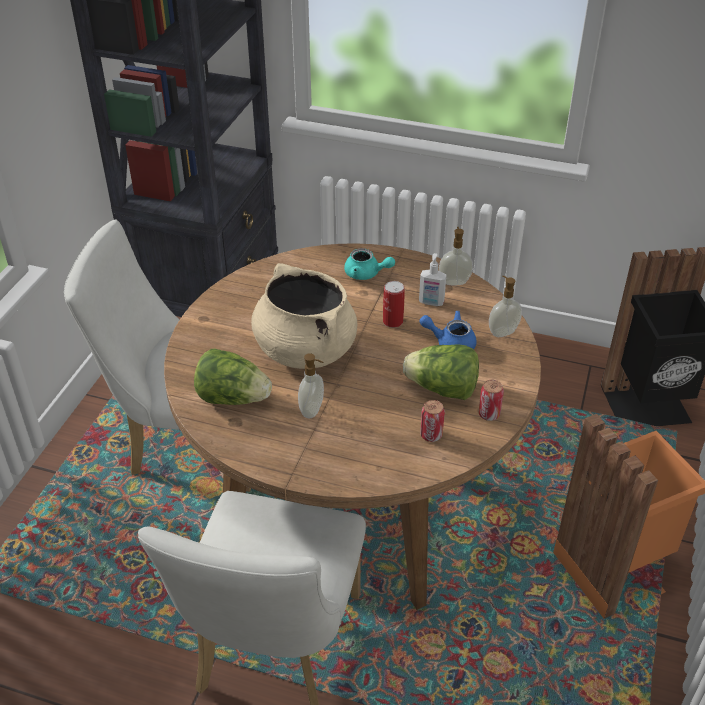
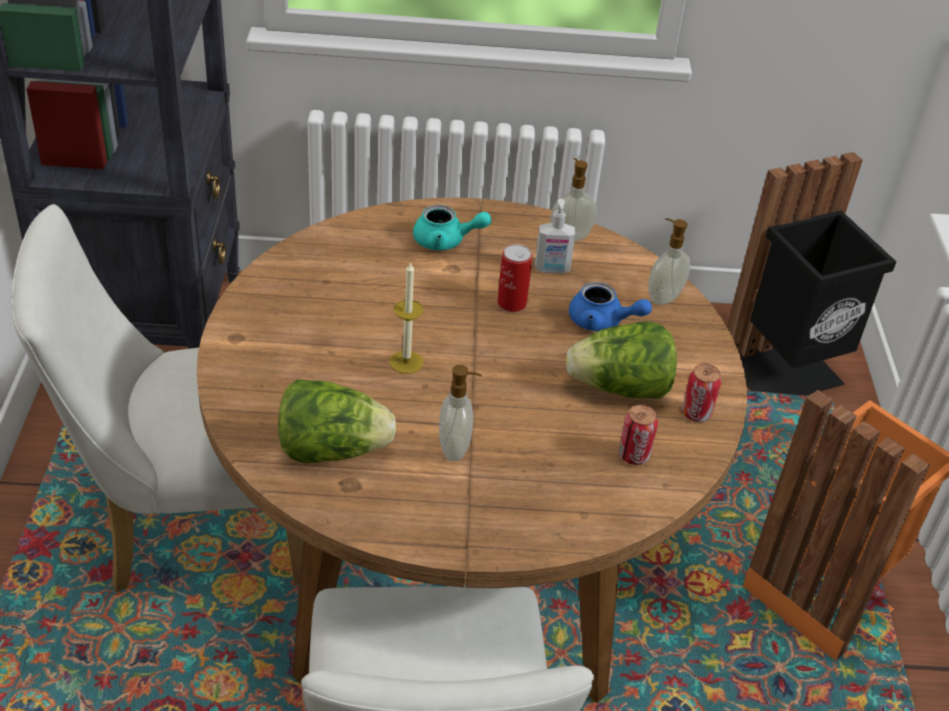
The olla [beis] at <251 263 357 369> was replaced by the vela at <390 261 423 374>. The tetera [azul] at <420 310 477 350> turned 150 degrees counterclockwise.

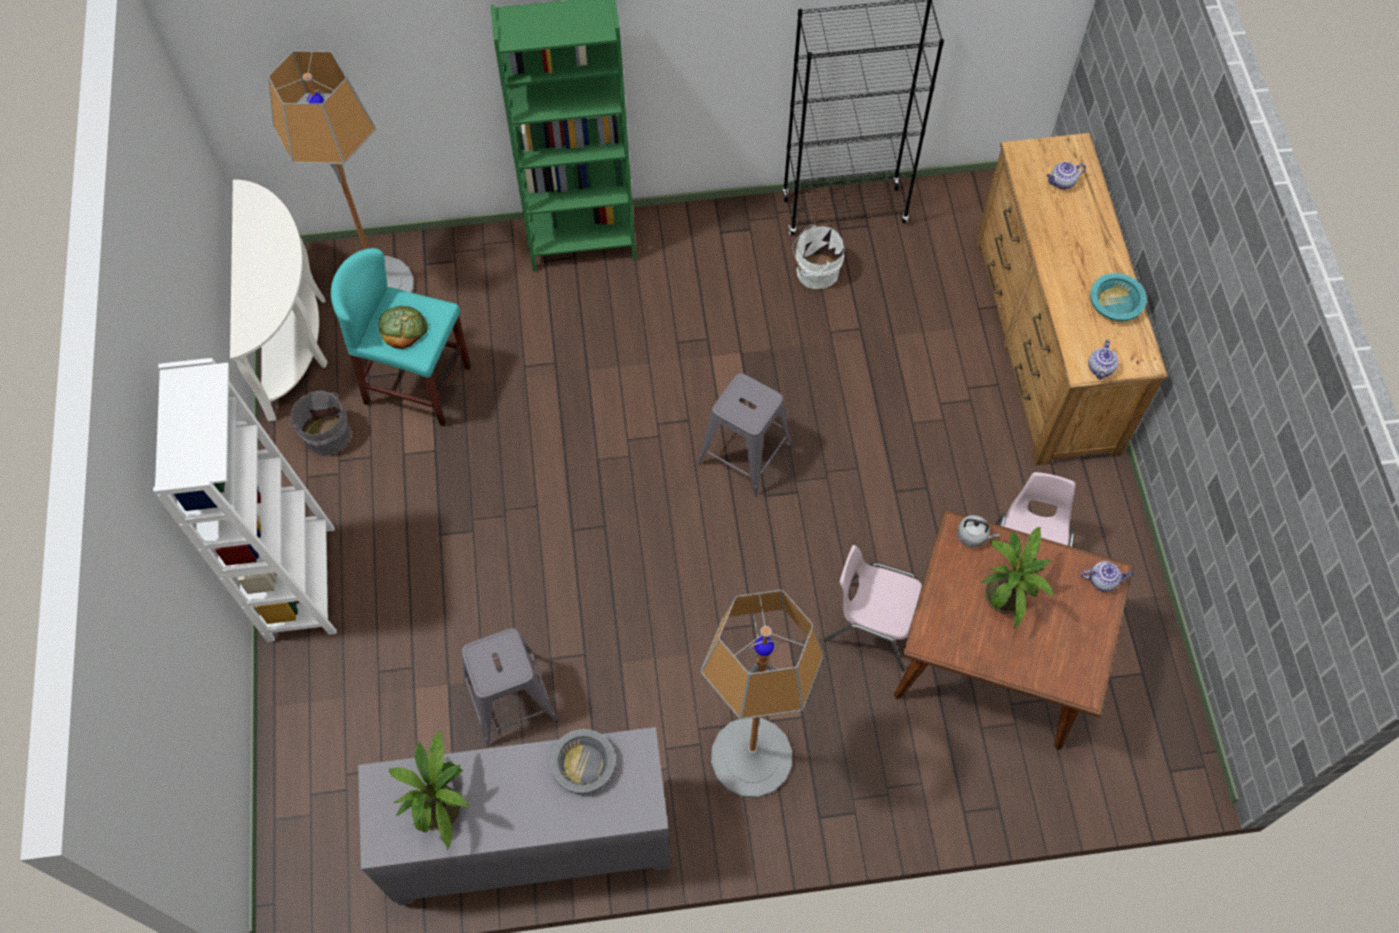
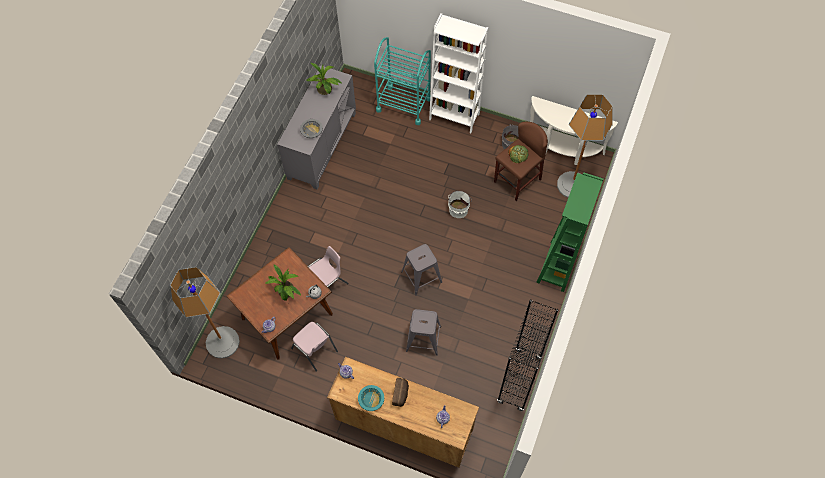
The carrito [turquesa] at <374 37 431 125> appeared. The pan at <392 378 409 407> appeared. The taburete [gris] moved from <461 628 559 747> to <406 309 441 356>. The lámpara de pie moved from <701 590 824 798> to <170 267 240 359>. The cubo [blanco] moved from <792 224 845 289> to <448 191 472 218>. The taburete [turquesa] at <331 248 471 426> became the taburete [marrón] at <494 122 548 201>.

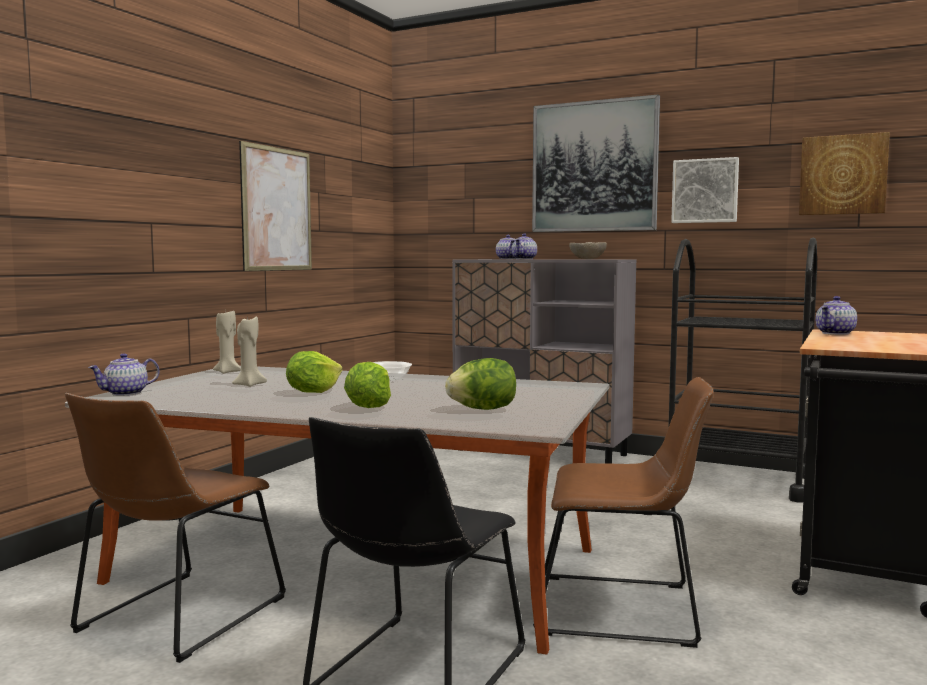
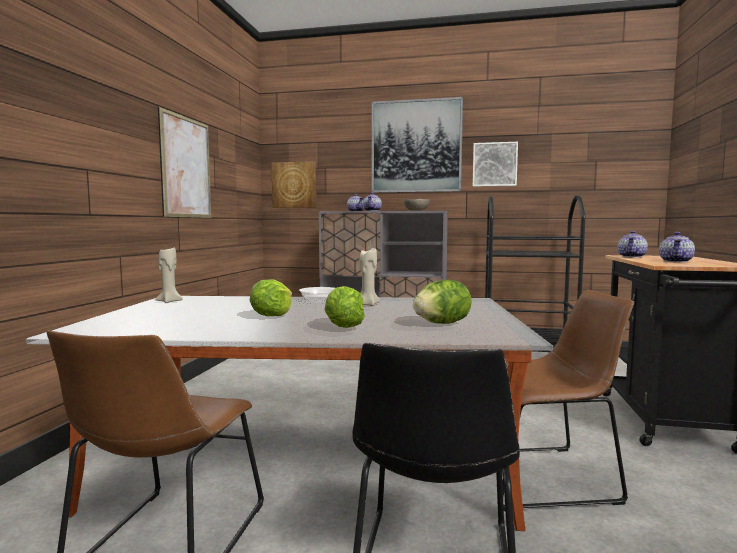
The tetera moved from <88 353 160 396> to <659 232 695 262>. The vela [beis] moved from <232 316 267 387> to <360 248 380 306>. The cuadro moved from <799 132 890 215> to <271 161 316 208>.

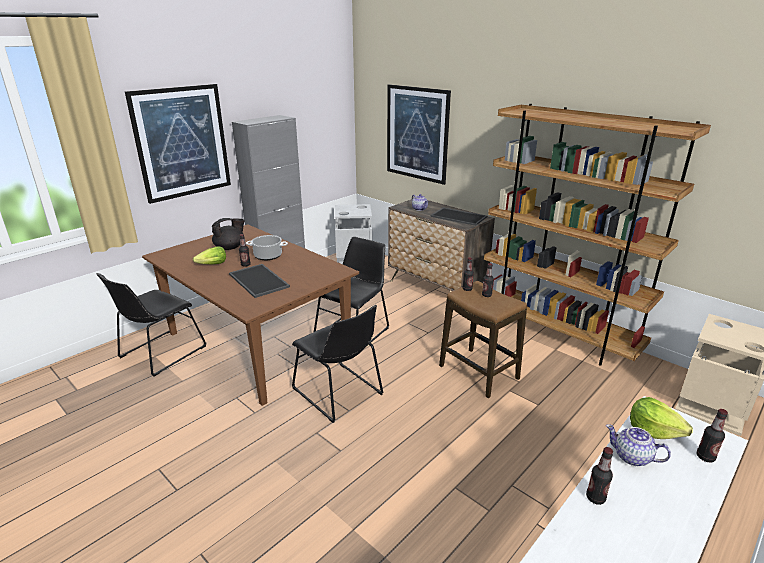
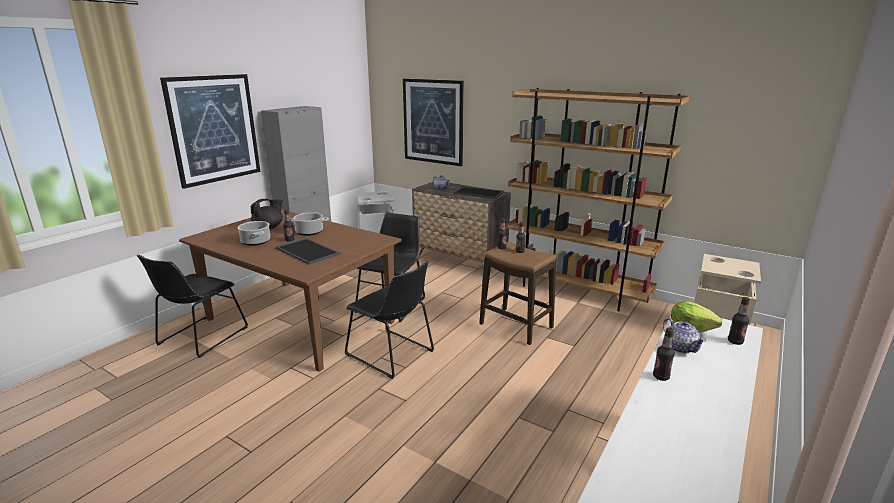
The lechuga at <193 246 226 264> was replaced by the olla at <238 221 270 246>. The tetera at <606 424 671 466> turned 135 degrees counterclockwise.

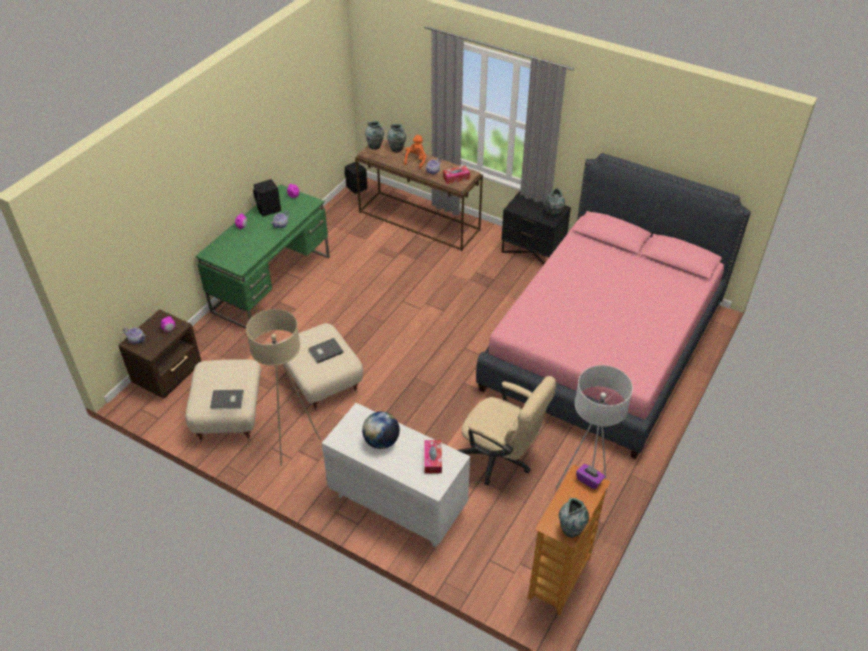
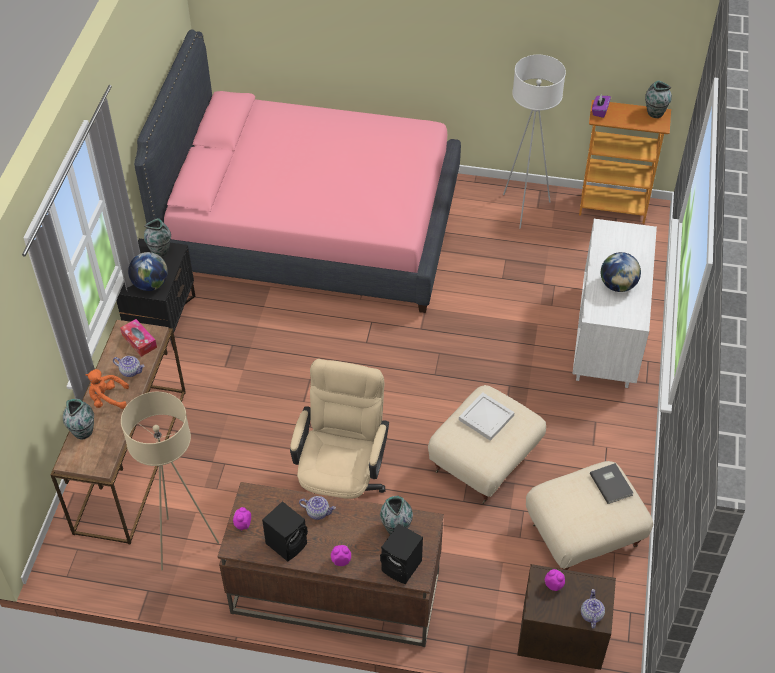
The caja de pañuelos at <425 440 442 473> disappeared. The globo terráqueo at <128 252 168 291> appeared. The lámpara de pie [beis] moved from <246 309 320 466> to <121 392 219 570>. The altavoz [negro] moved from <344 162 368 194> to <380 524 423 584>. The florero moved from <365 121 384 150> to <380 496 413 535>. The silla de oficina [beis] moved from <458 376 556 486> to <290 359 389 499>. The libro [gris] at <308 338 344 364> was replaced by the bandeja [blanco] at <459 393 515 441>. The escritorio [verde] at <196 184 330 329> became the escritorio [marrón] at <217 482 444 647>.

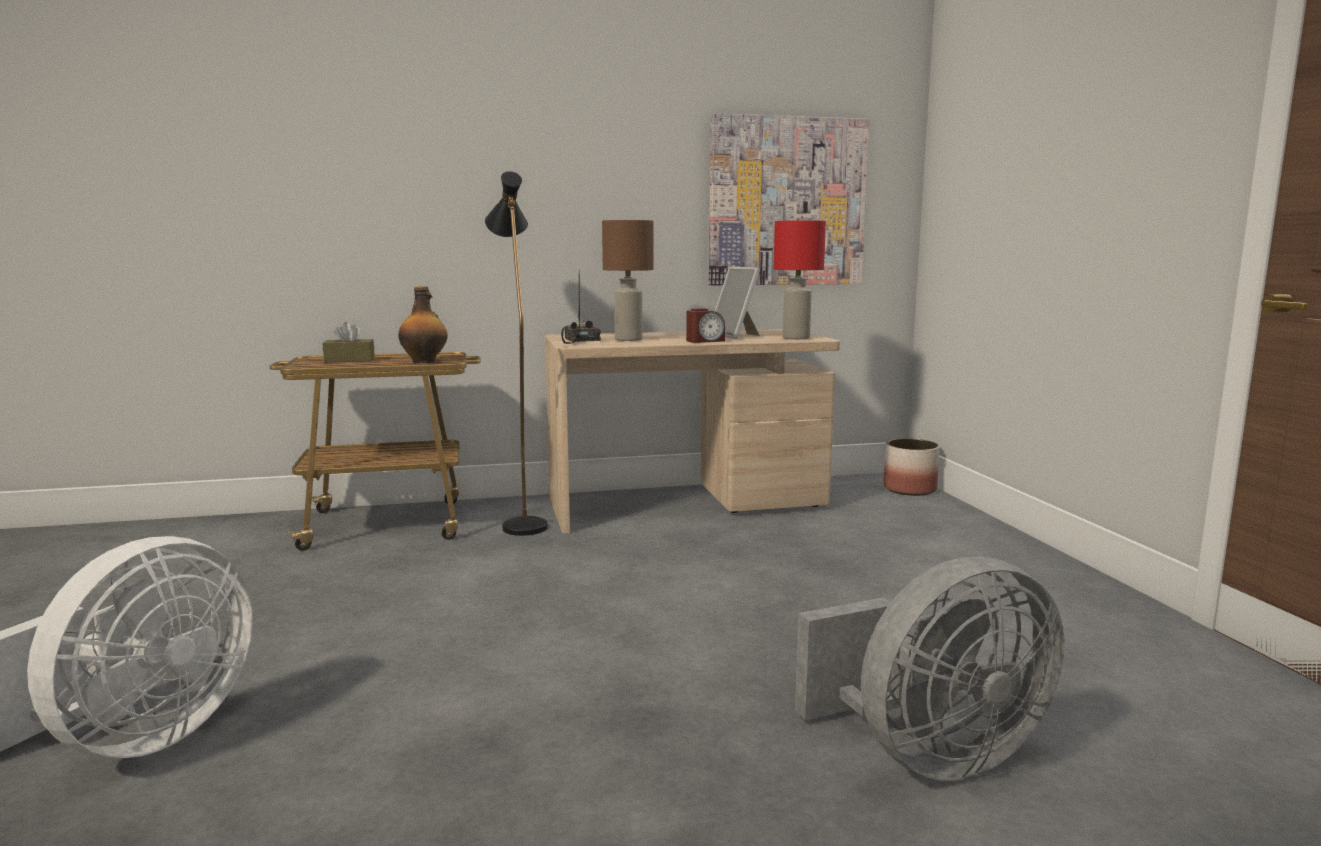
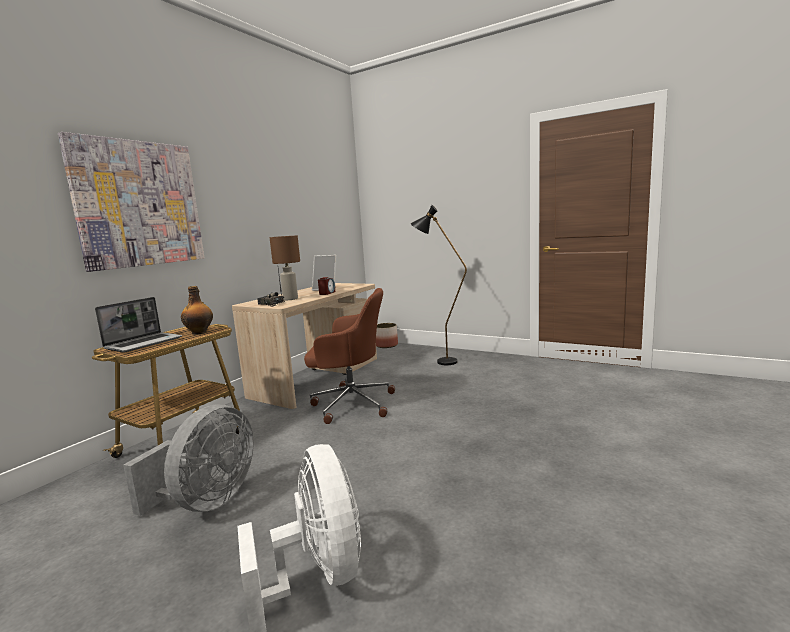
The lámpara de mesa [rojo] at <774 220 826 339> disappeared. The silla de oficina [marrón] at <304 288 395 424> appeared. The lámpara de pie [negro] moved from <485 171 548 536> to <411 205 467 365>. The cuadro moved from <709 113 870 285> to <58 132 204 272>. The ventilador [gris] moved from <795 556 1065 781> to <123 404 254 516>. The caja de pañuelos [marrón] at <323 322 375 363> was replaced by the portátil at <95 297 182 352>.

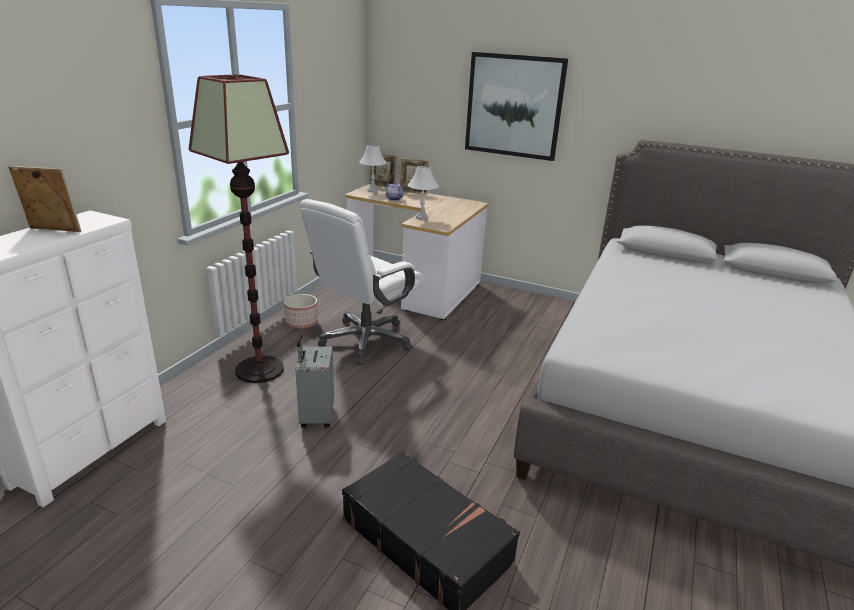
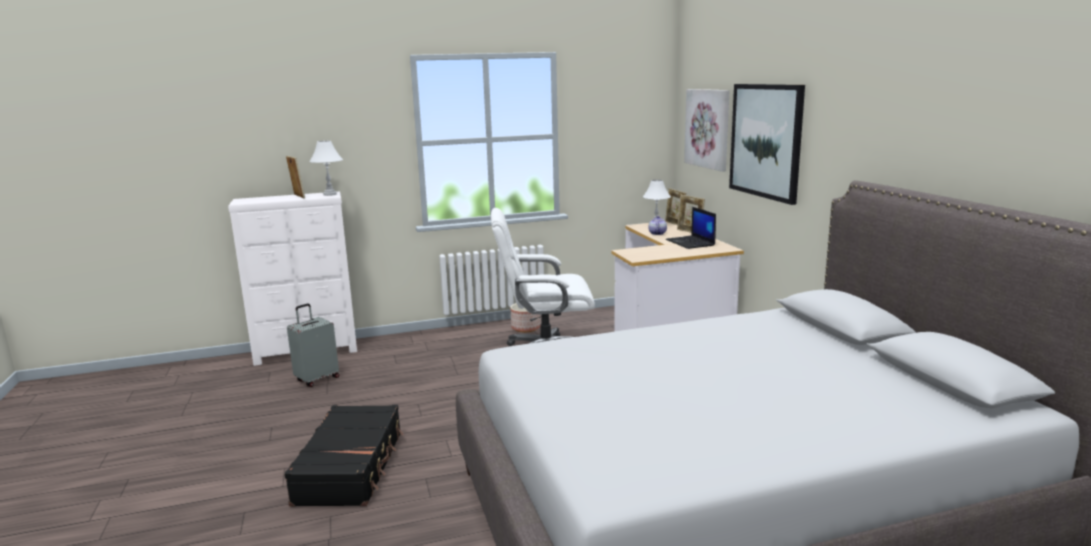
The lámpara de pie at <189 74 289 383> disappeared. The portátil at <666 207 716 249> appeared. The cuadro at <684 89 730 172> appeared. The maleta [gris] moved from <295 334 334 428> to <287 303 339 387>. The lámpara de mesa [blanco] moved from <408 166 439 220> to <309 141 343 196>.

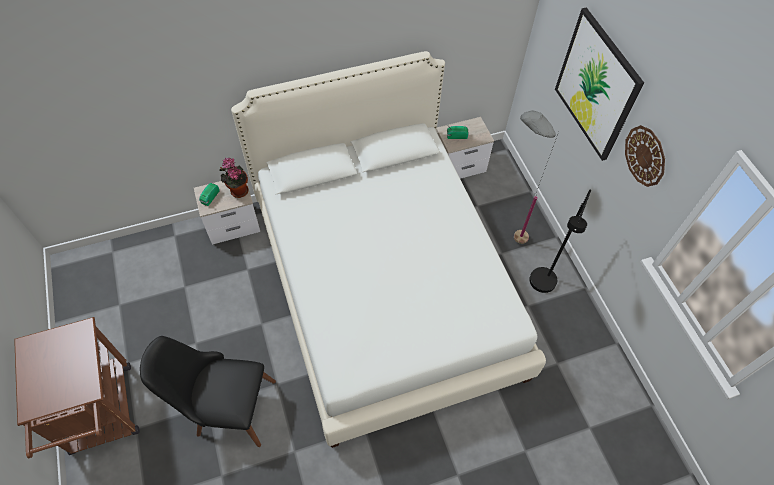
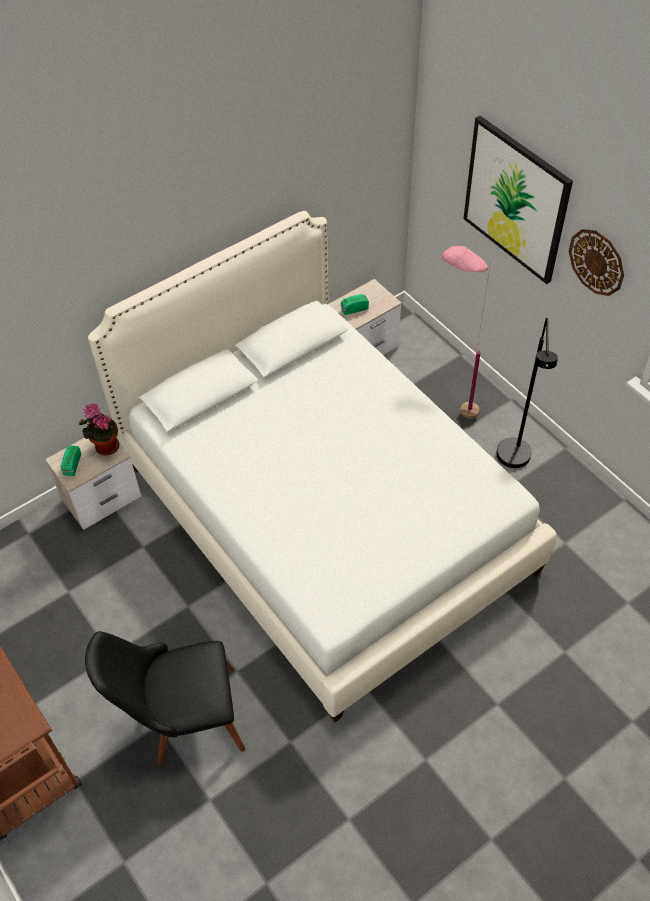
The lámpara de pie [gris] at <514 111 559 244> became the lámpara de pie [rosa] at <442 246 491 419>.

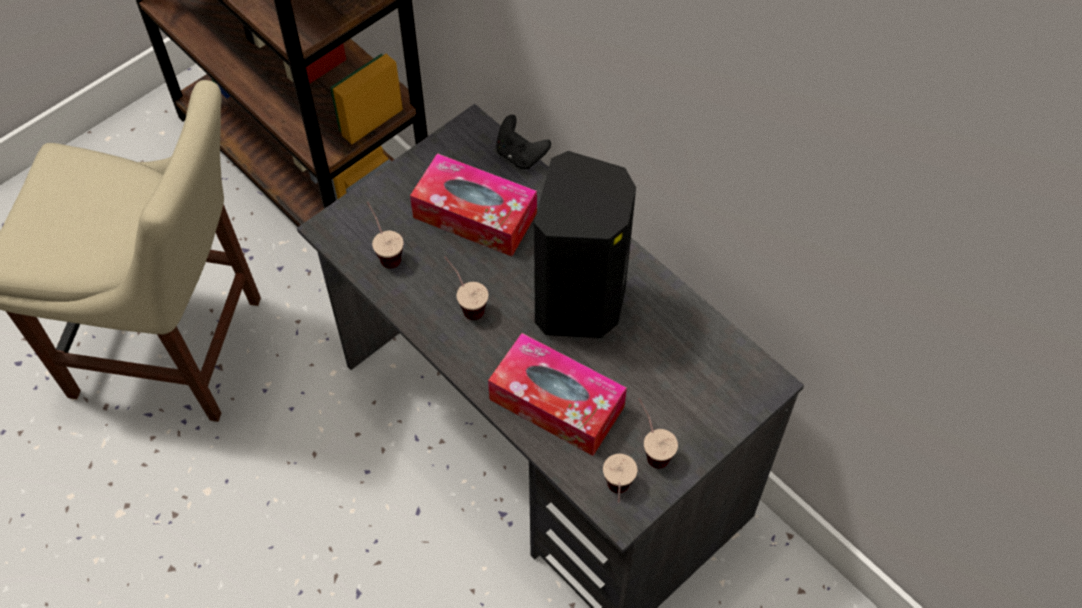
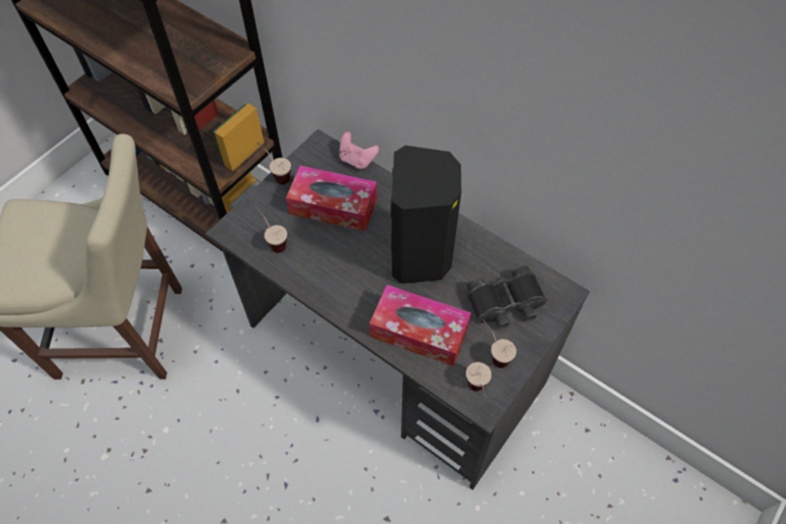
The prismáticos [negro] at <467 266 547 329> appeared. The taza moved from <444 256 488 320> to <257 142 291 184>. The mando de consola [negro] at <496 115 551 169> became the mando de consola [rosa] at <339 132 379 169>.

